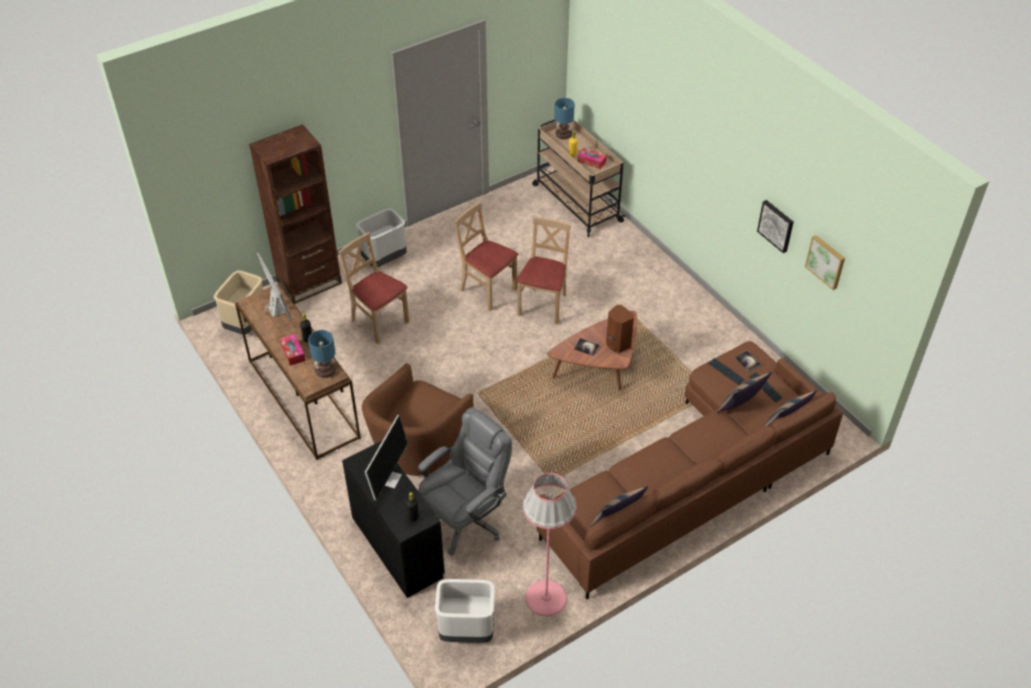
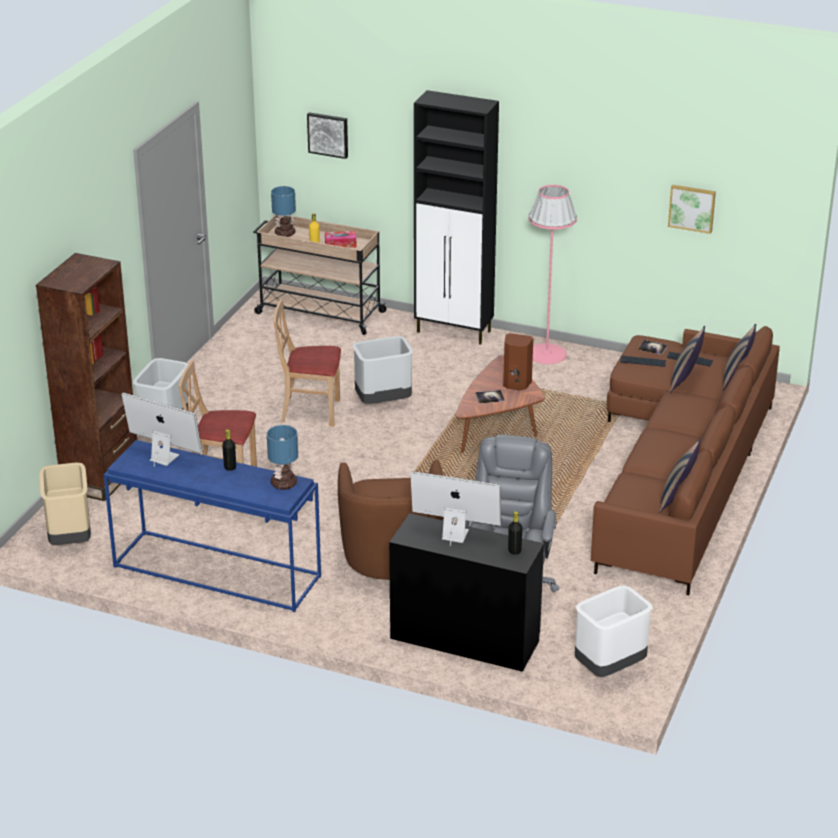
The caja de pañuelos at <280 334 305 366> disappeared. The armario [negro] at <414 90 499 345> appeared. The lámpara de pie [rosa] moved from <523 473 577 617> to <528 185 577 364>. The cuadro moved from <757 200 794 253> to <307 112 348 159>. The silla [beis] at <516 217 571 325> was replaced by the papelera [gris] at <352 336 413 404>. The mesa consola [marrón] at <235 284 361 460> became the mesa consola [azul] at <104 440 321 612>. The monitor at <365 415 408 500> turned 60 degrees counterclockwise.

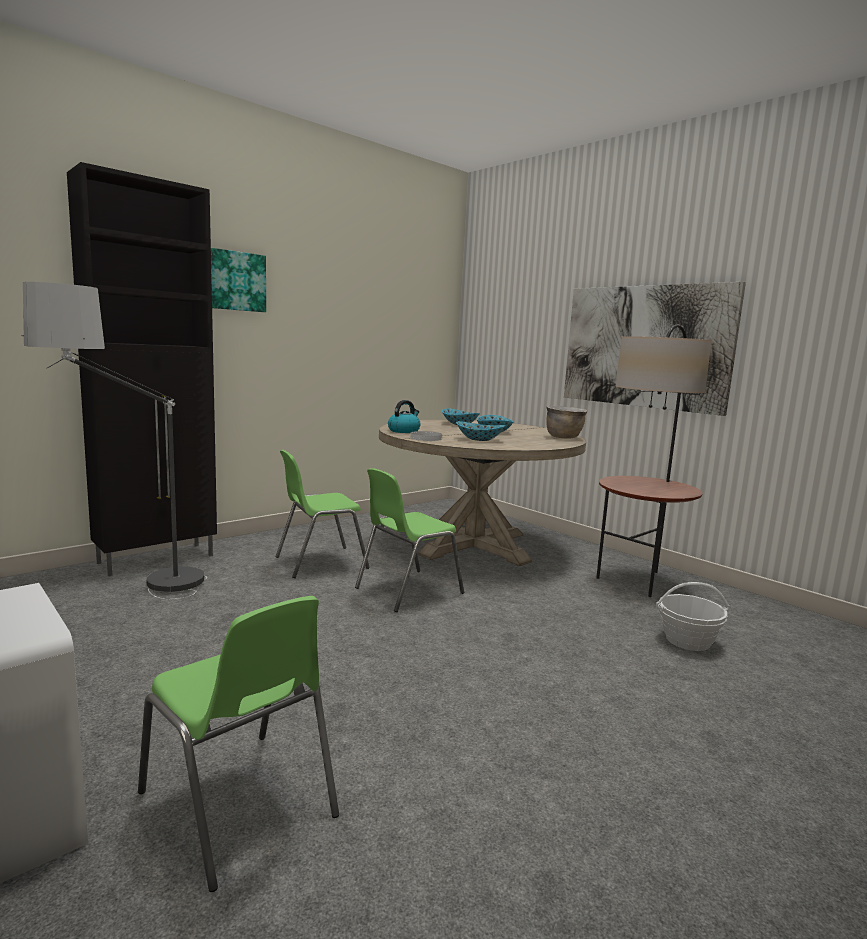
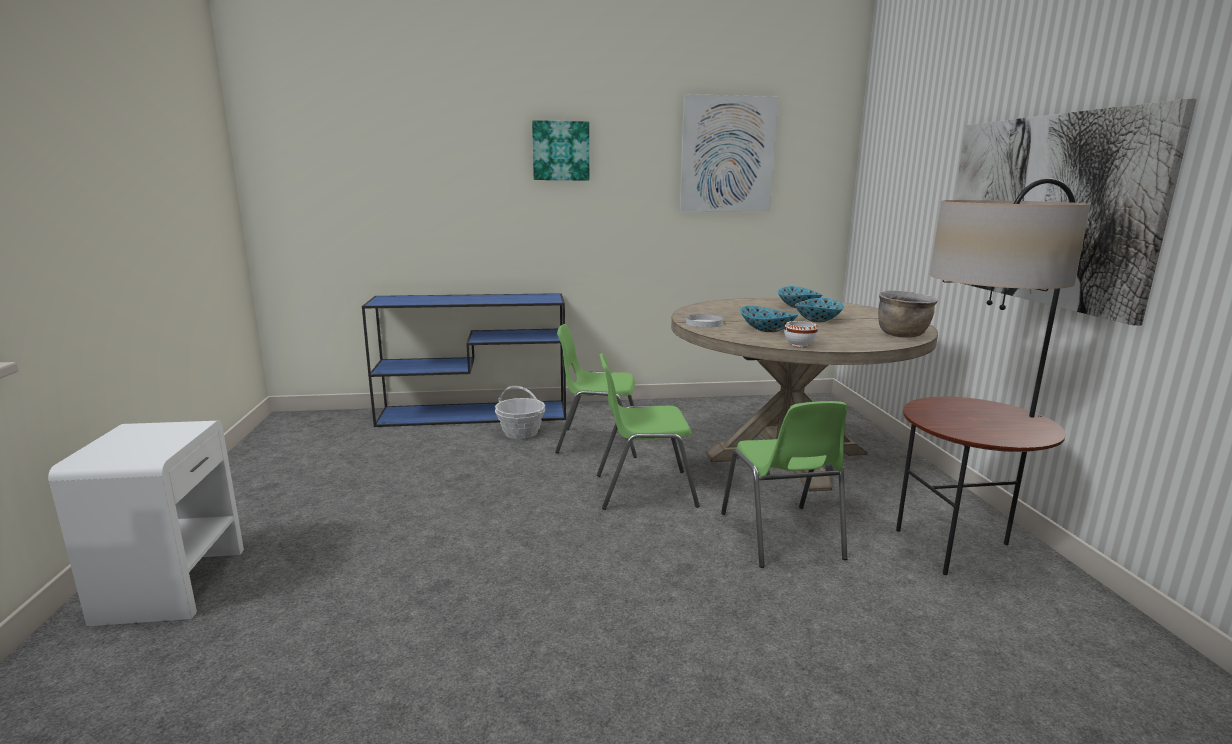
The lámpara de pie at <21 282 207 600> disappeared. The hervidor at <388 400 421 433> disappeared. The cuadro at <680 94 778 212> appeared. The cuenco [blanco] at <784 321 818 348> appeared. The silla [verde] moved from <138 596 339 892> to <721 401 848 568>. The cesta moved from <656 582 730 651> to <495 386 546 439>. The armario [negro] at <67 162 217 576> was replaced by the mesa consola [azul] at <362 293 566 427>.

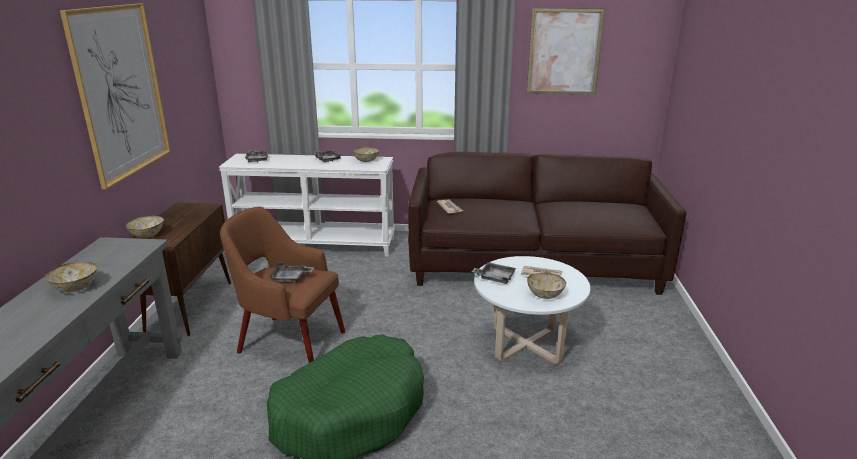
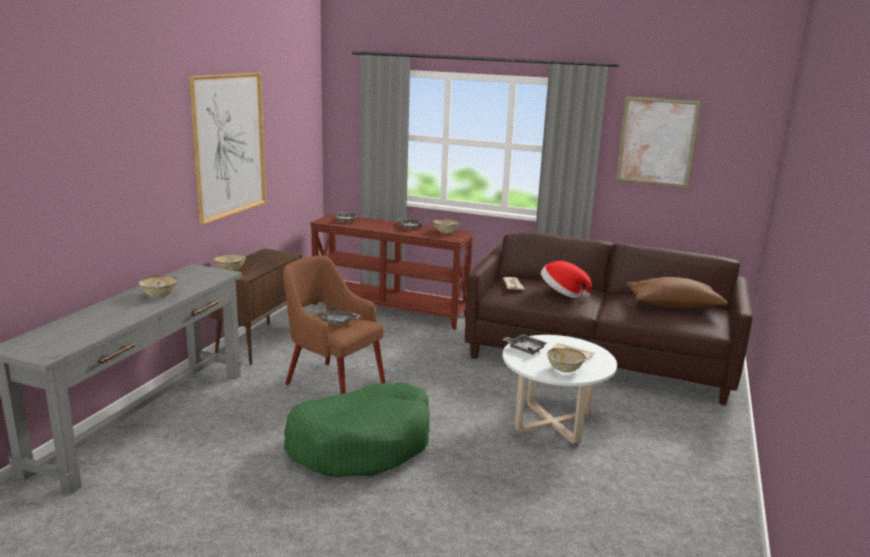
The sombrero at <541 261 592 298> appeared. The cojín [marrón] at <626 277 728 308> appeared. The mesa consola [blanco] at <219 154 395 257> became the mesa consola [marrón] at <310 214 474 329>.

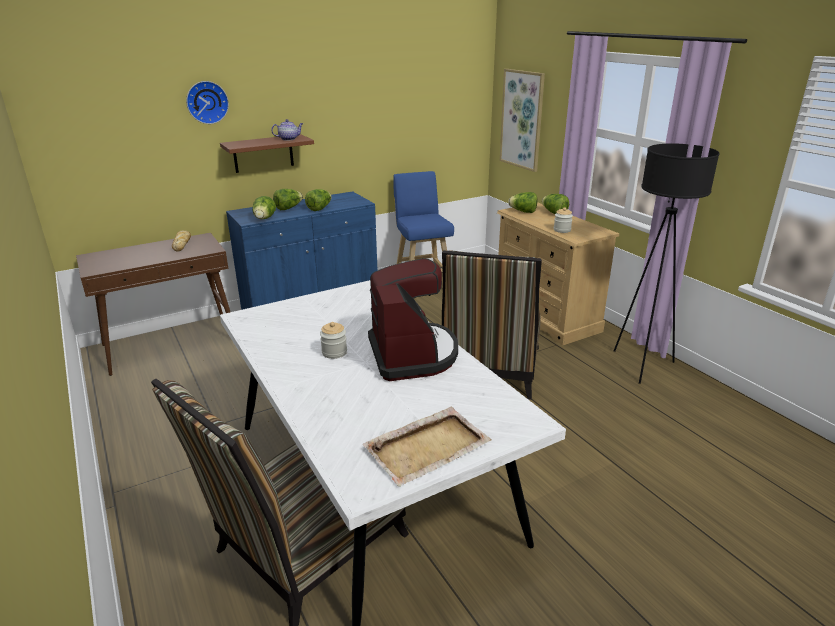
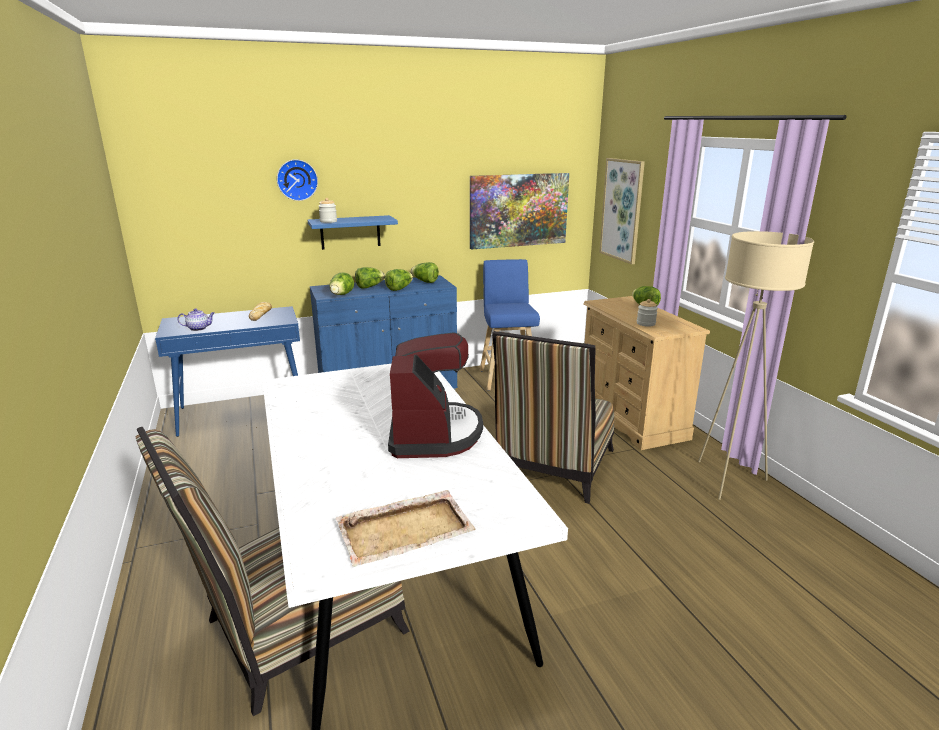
The cuadro at <470 173 569 249> appeared. The tetera moved from <271 119 303 141> to <177 309 215 331>. The tarro moved from <320 322 347 359> to <319 198 337 223>. The lechuga moved from <508 192 537 213> to <411 262 439 283>. The mesa consola [marrón] at <76 233 230 376> became the mesa consola [azul] at <155 306 300 437>. The estante [marrón] at <220 134 314 173> became the estante [azul] at <308 215 398 250>. The lámpara de pie [negro] at <614 143 720 384> became the lámpara de pie [beis] at <698 231 814 500>.

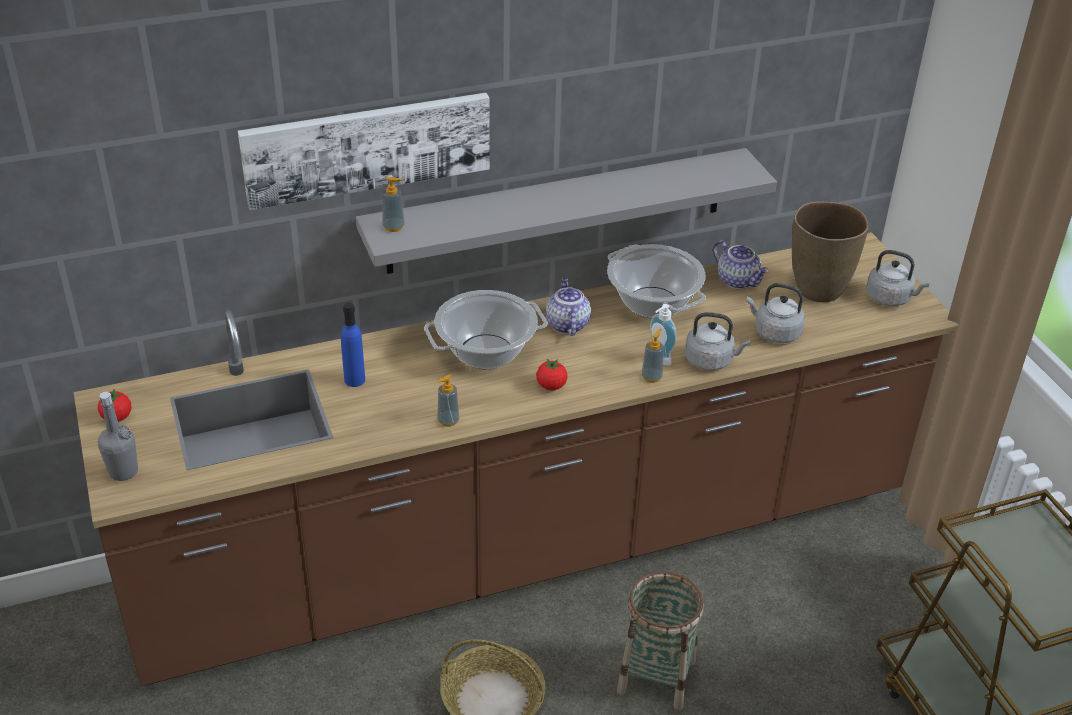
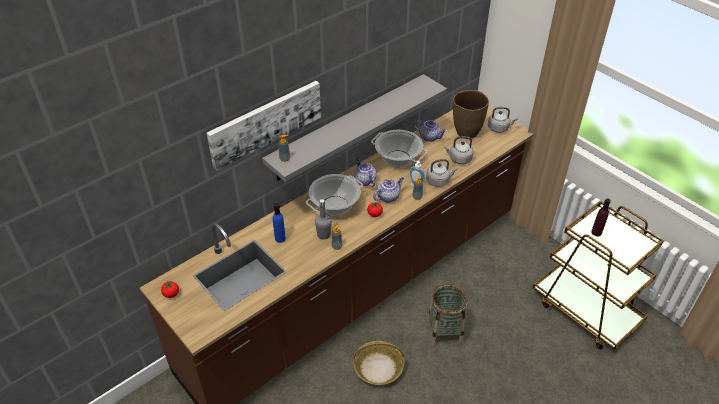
The tetera at <373 177 404 203> appeared. The botella [morado] at <591 198 611 236> appeared. The botella [gris] moved from <98 392 138 481> to <315 199 332 240>.

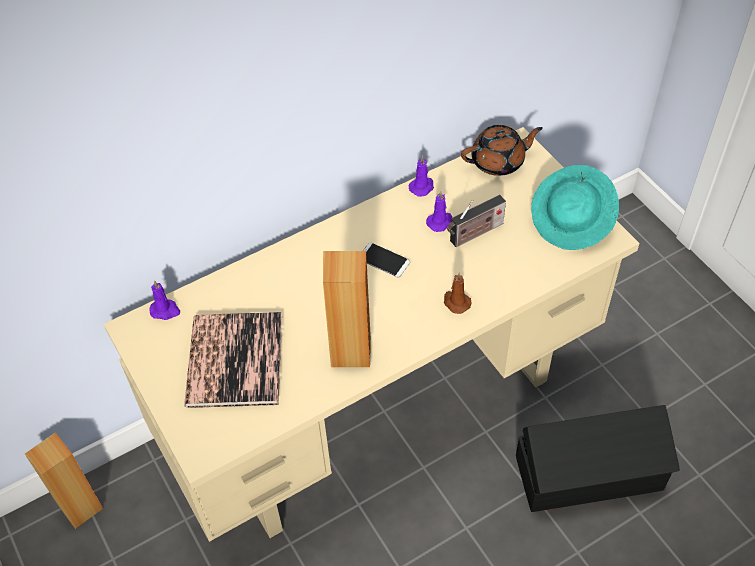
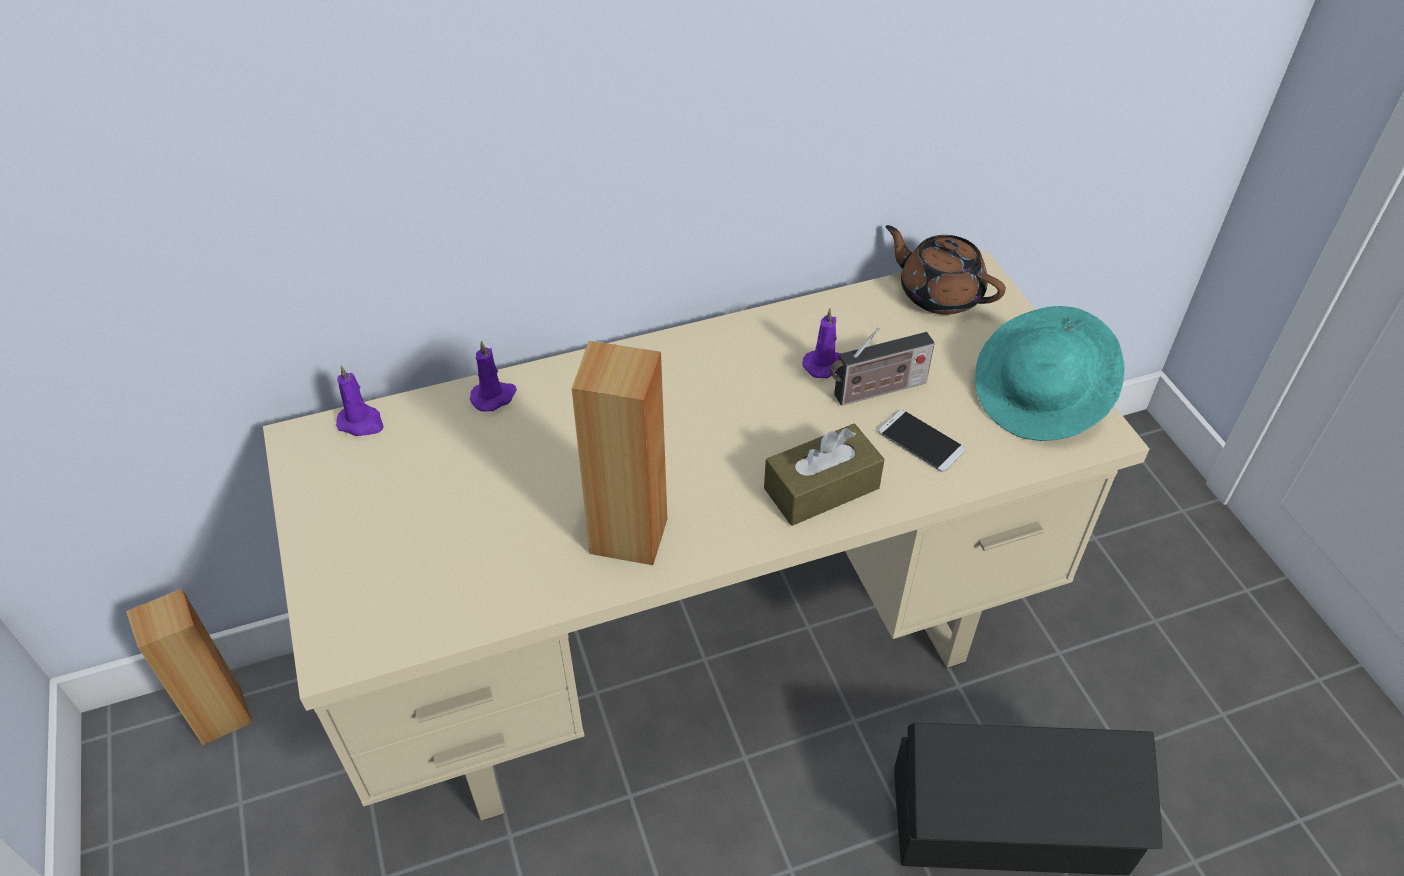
The libro at <184 312 282 408> disappeared. The móvil moved from <363 243 410 278> to <878 410 965 472>. The vela [morado] moved from <409 156 434 197> to <470 340 517 412>. The vela [marrón] at <444 273 472 314> was replaced by the caja de pañuelos [marrón] at <764 424 885 526>. The tetera [marrón] at <461 125 543 176> turned 135 degrees counterclockwise.

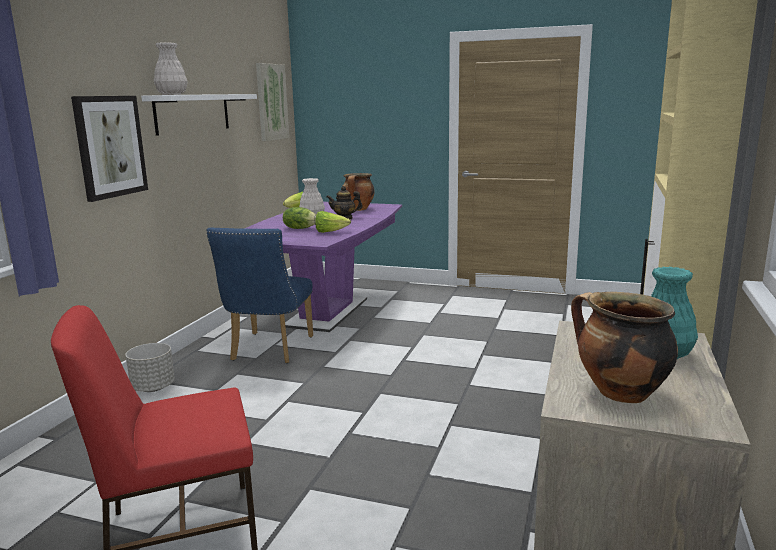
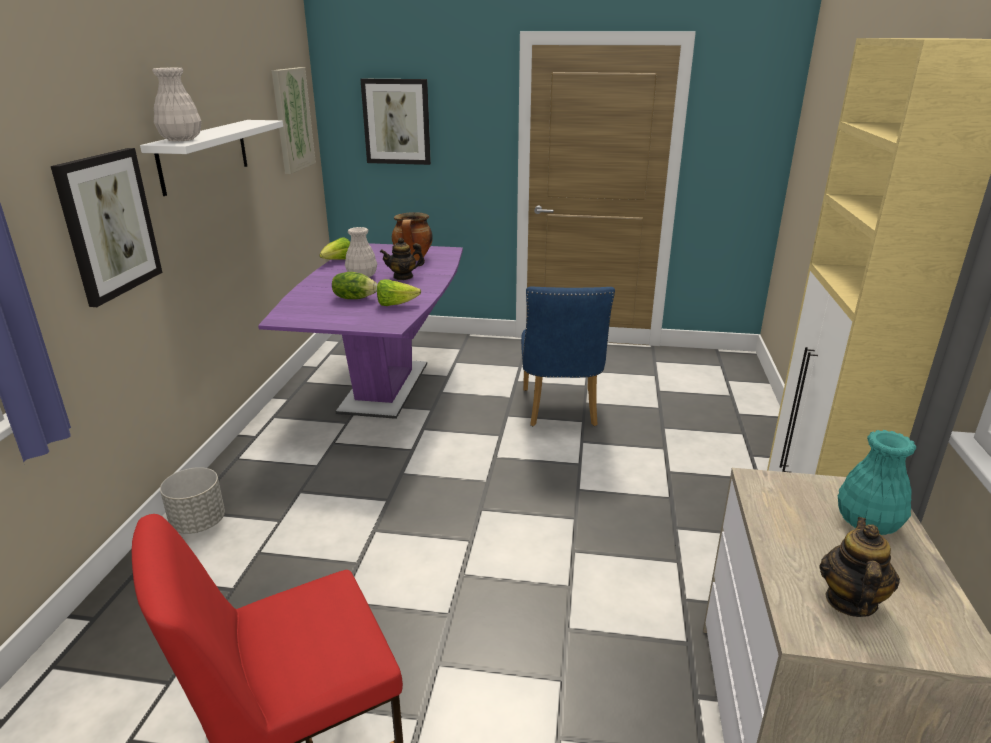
The cuadro at <360 79 431 165> appeared. The silla [azul] moved from <206 228 313 363> to <521 286 615 426>. The olla at <571 292 678 403> was replaced by the tetera at <820 517 900 617>.

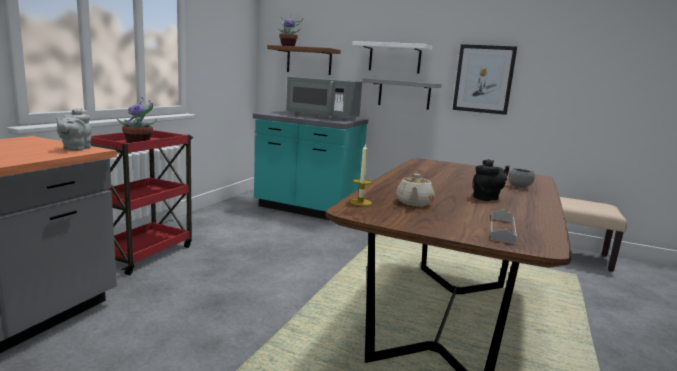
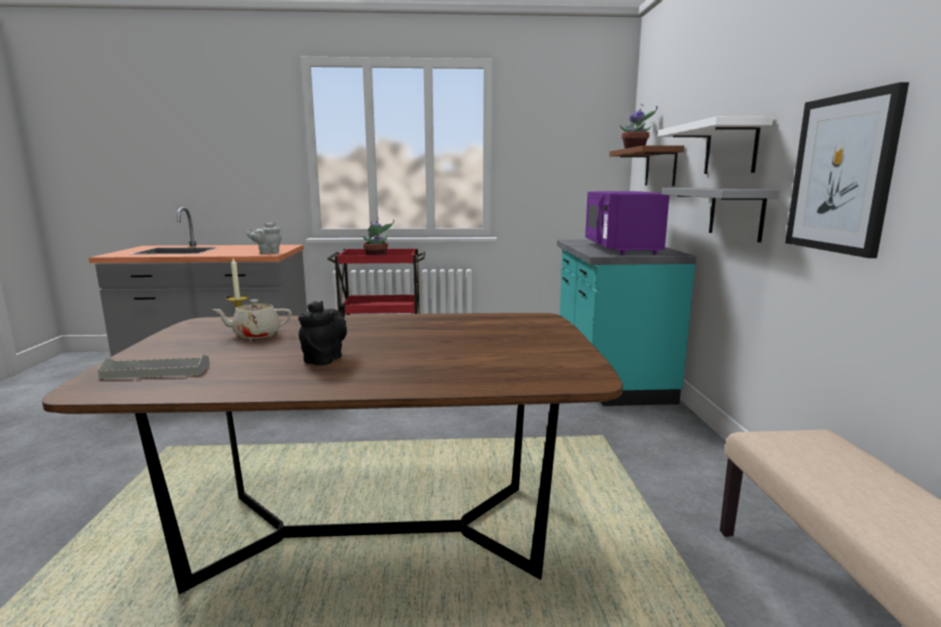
The cuenco [gris] at <509 168 535 188> disappeared. The microondas [gris] at <286 77 362 121> became the microondas [morado] at <585 191 670 255>. The tetera [negro] at <473 159 510 201> turned 105 degrees counterclockwise.

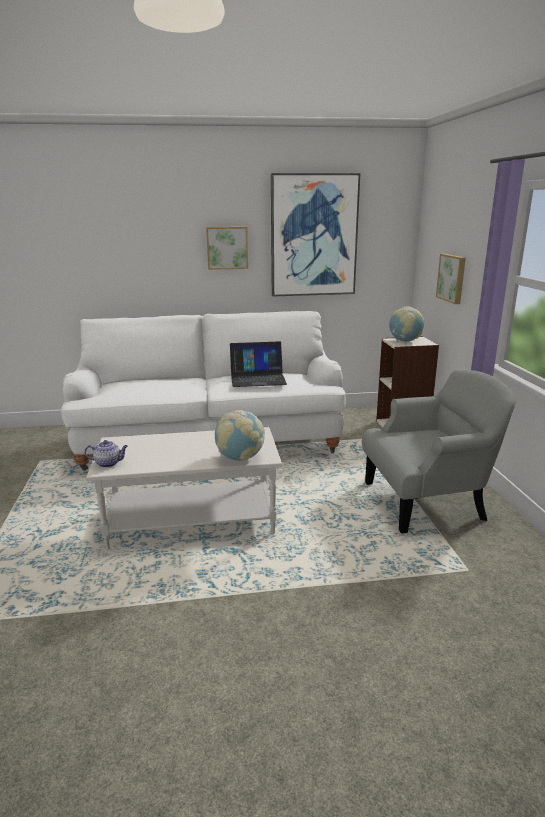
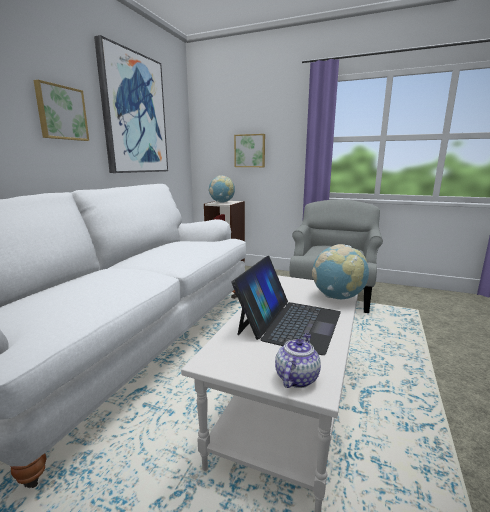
The portátil moved from <230 341 287 387> to <232 256 341 355>.

